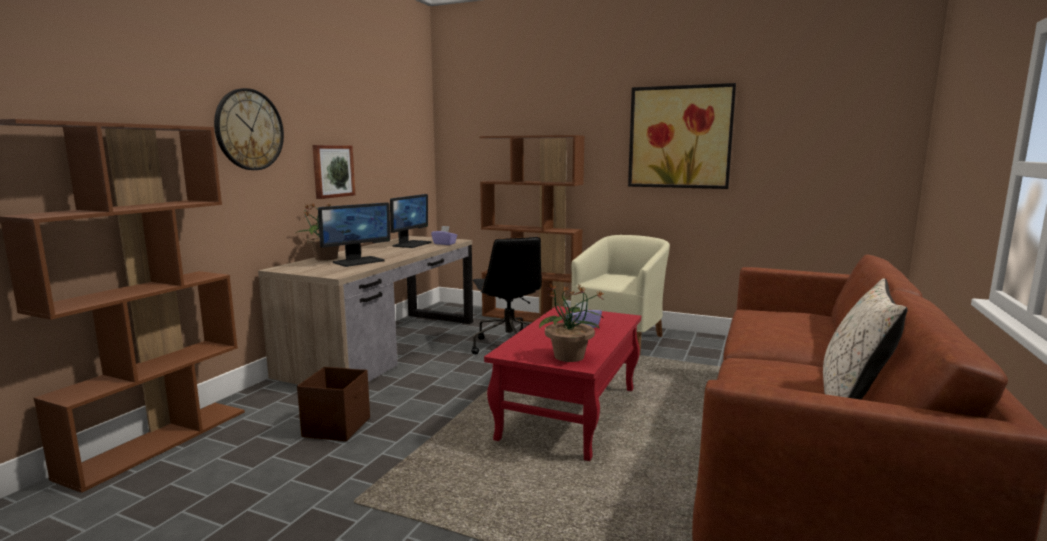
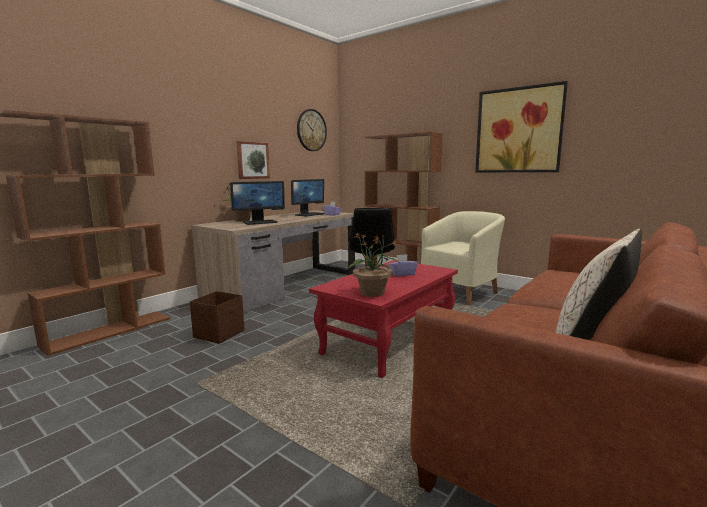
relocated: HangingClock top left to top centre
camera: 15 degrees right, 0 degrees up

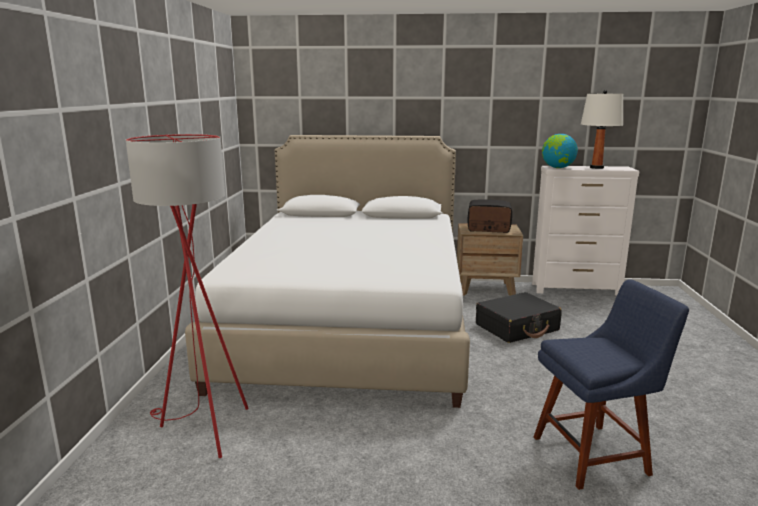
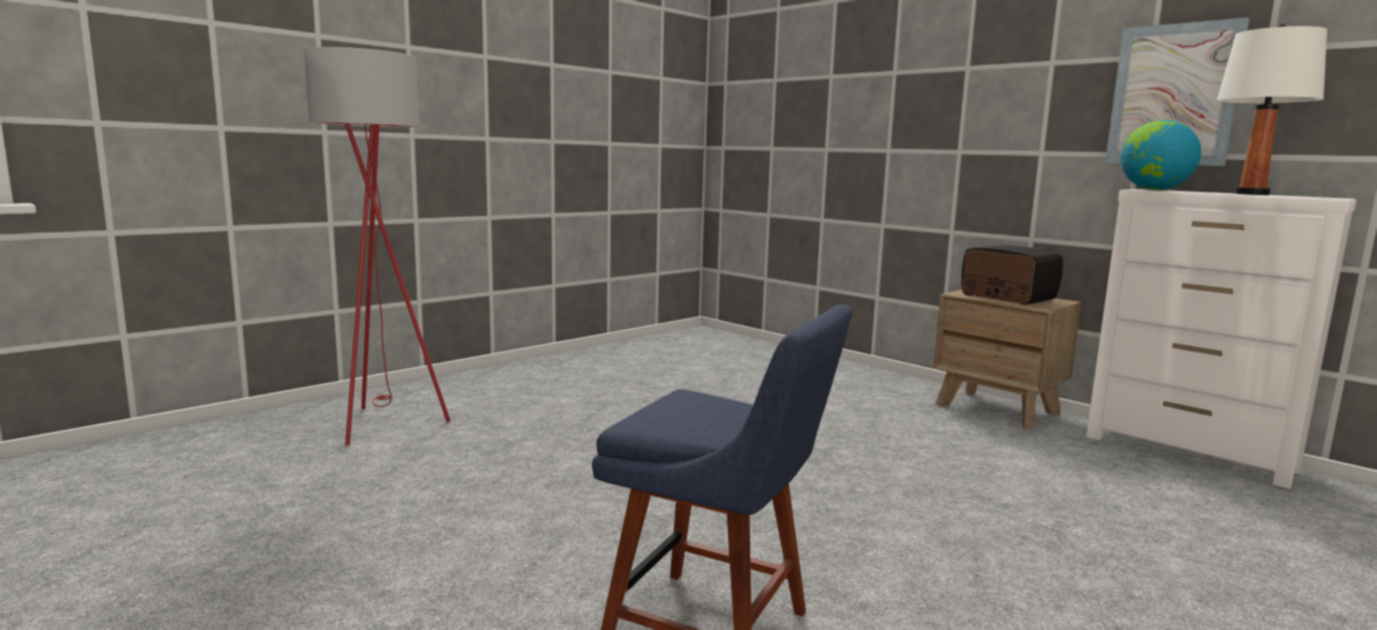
missing: WhitishBed centre; BlackColouredTravelCase middle right
appeared: WallPicture top right
camera: 40 degrees right, 5 degrees down

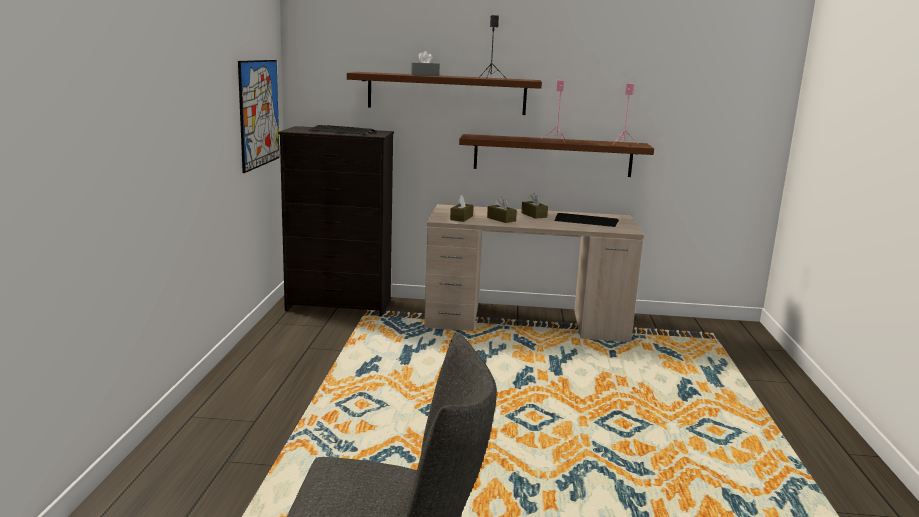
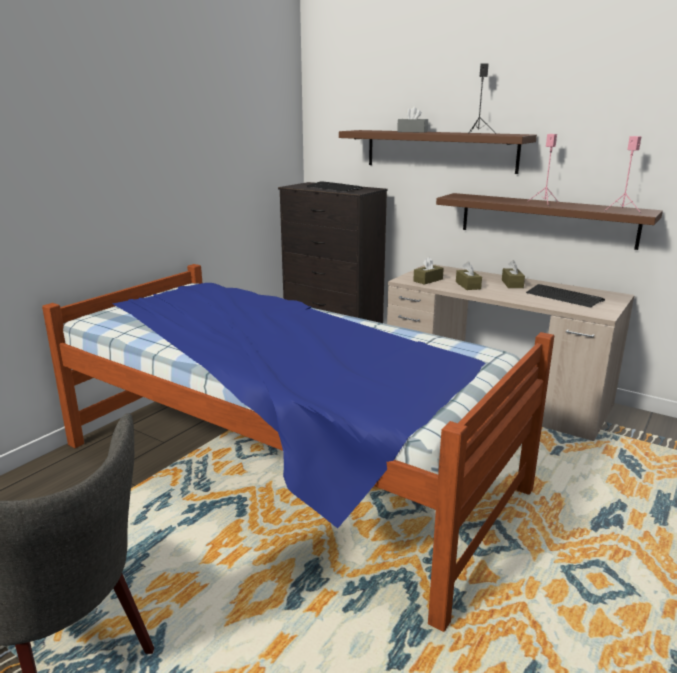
missing: WallPicture top left
appeared: Bed centre
camera: 30 degrees right, 5 degrees up

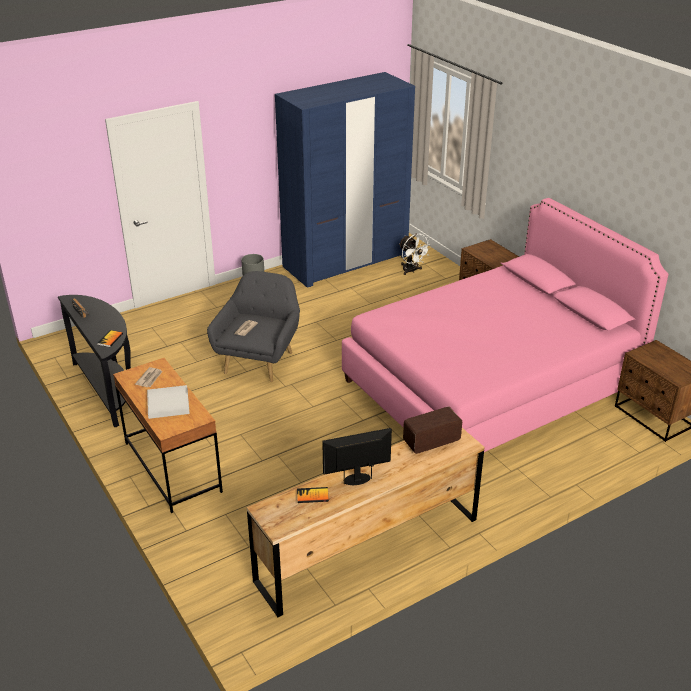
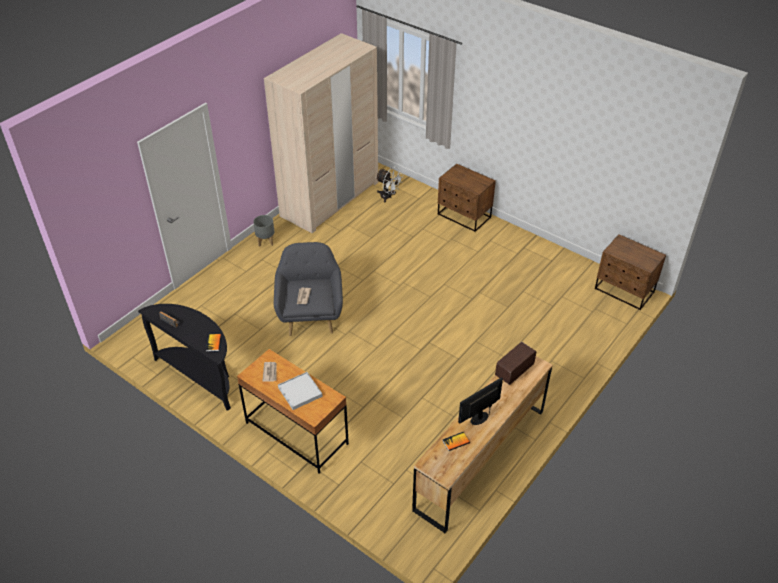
missing: PinkishBed middle right
colour: BlueColouredWardrobe top centre to SandColouredWardrobe top centre
camera: 20 degrees left, 10 degrees up

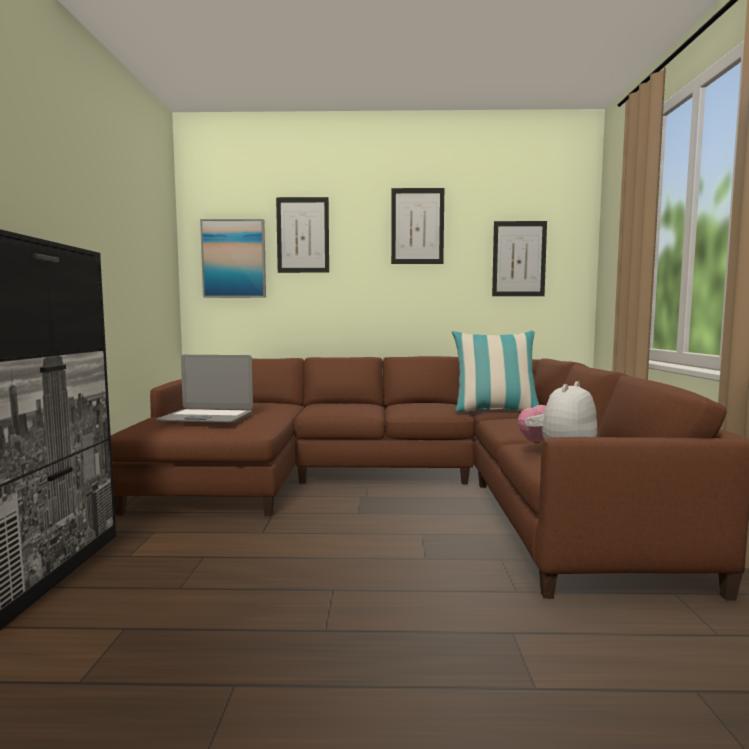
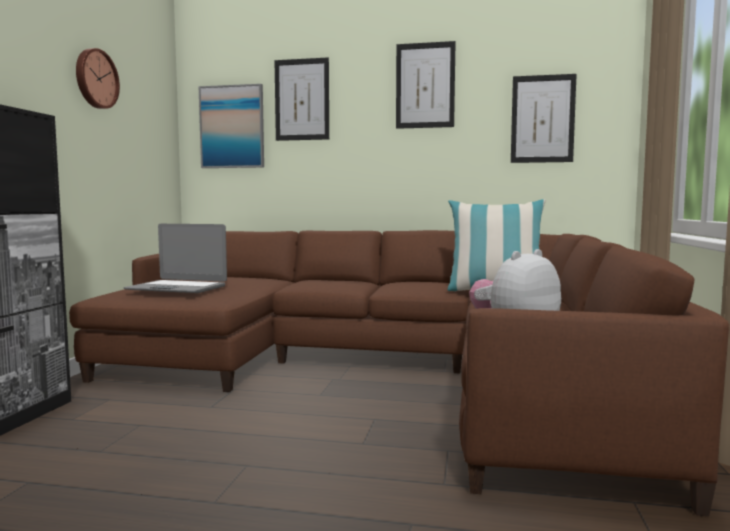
appeared: HangingClock top left
camera: 10 degrees right, 0 degrees up

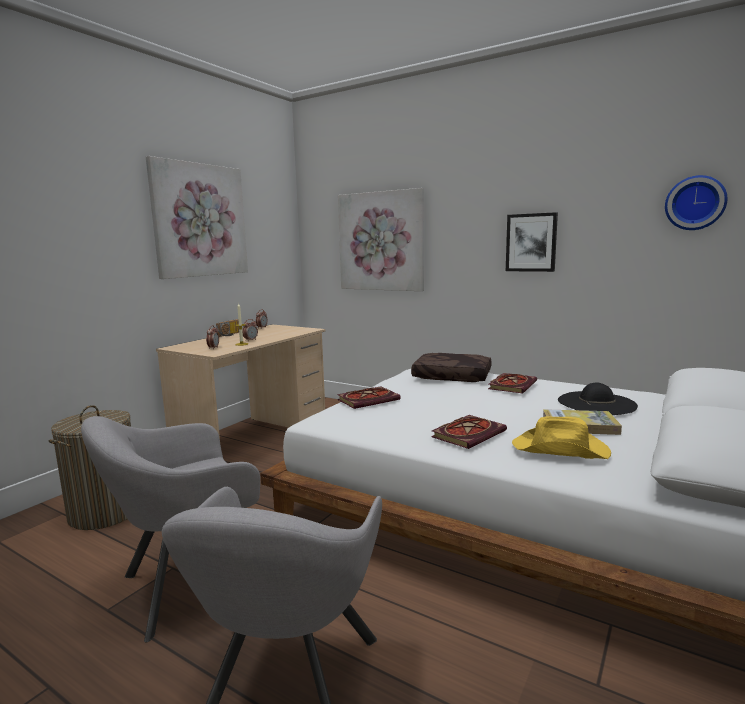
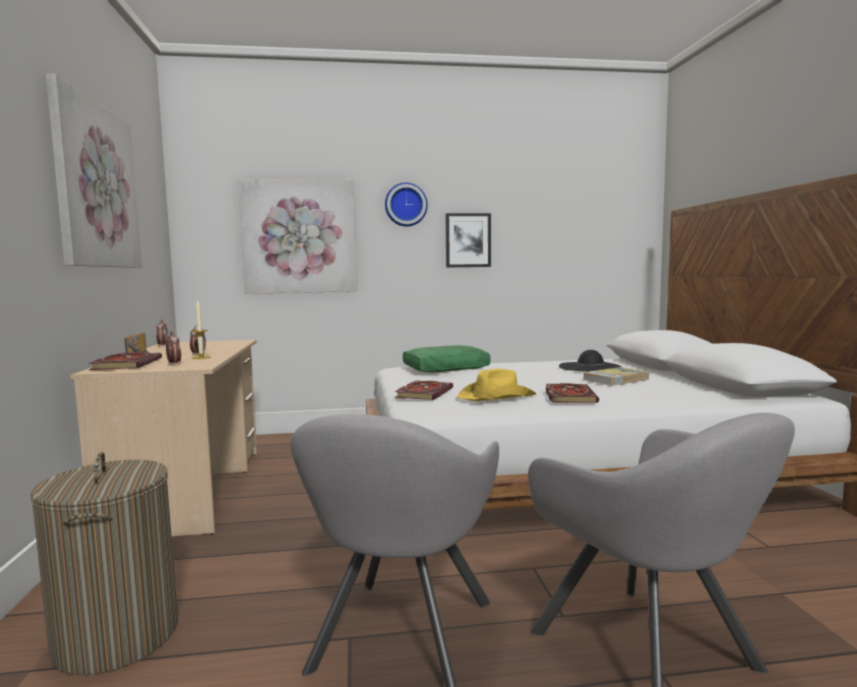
relocated: HangingClock top right to top centre; BoundBook (no. 3 from left in the first image) middle right to BoundBook (no. 1 from left) middle left; YellowishClothingHat middle right to centre
colour: BrownColouredPillow centre to GreenColouredPillow centre
camera: 40 degrees left, 5 degrees down

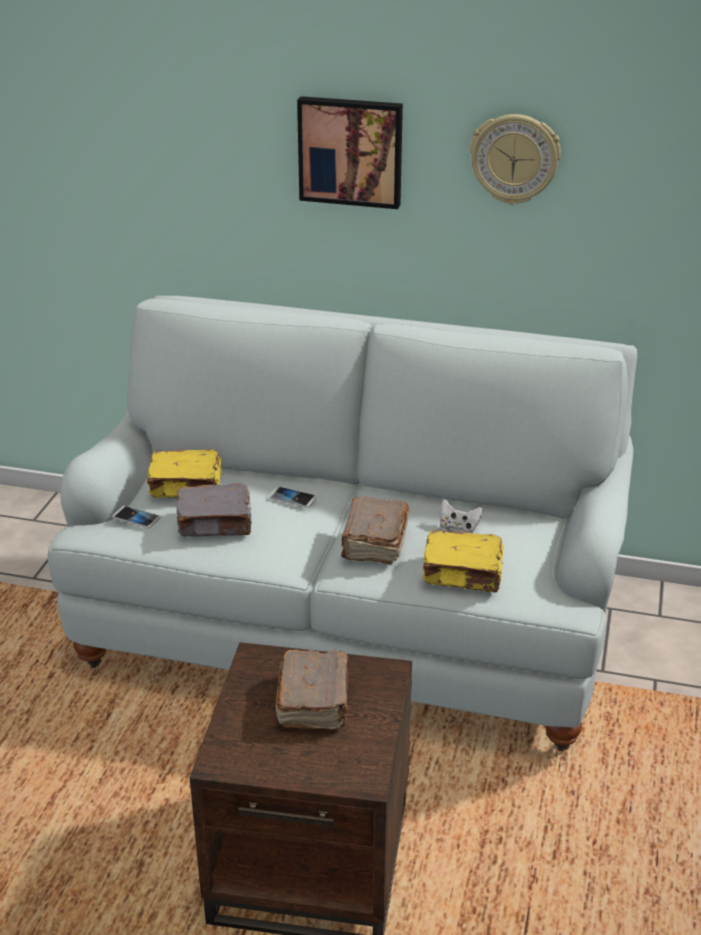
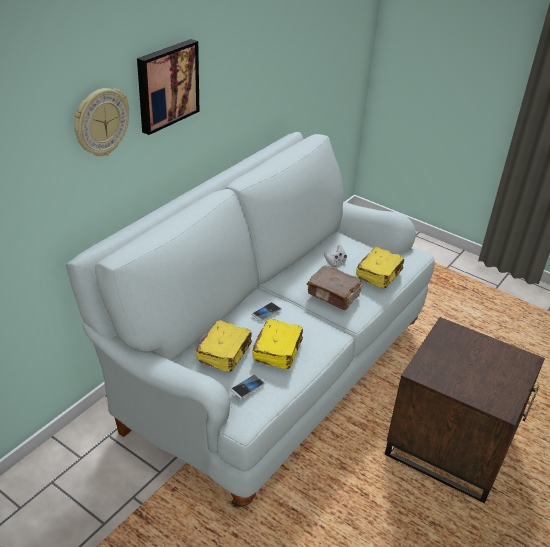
missing: BrownColouredBoundBook (no. 1 from left) bottom centre
relocated: HangingClock top right to top left
colour: GreyBoundBook middle left to YellowishBoundBook (no. 2 from left) centre
camera: 70 degrees left, 5 degrees up

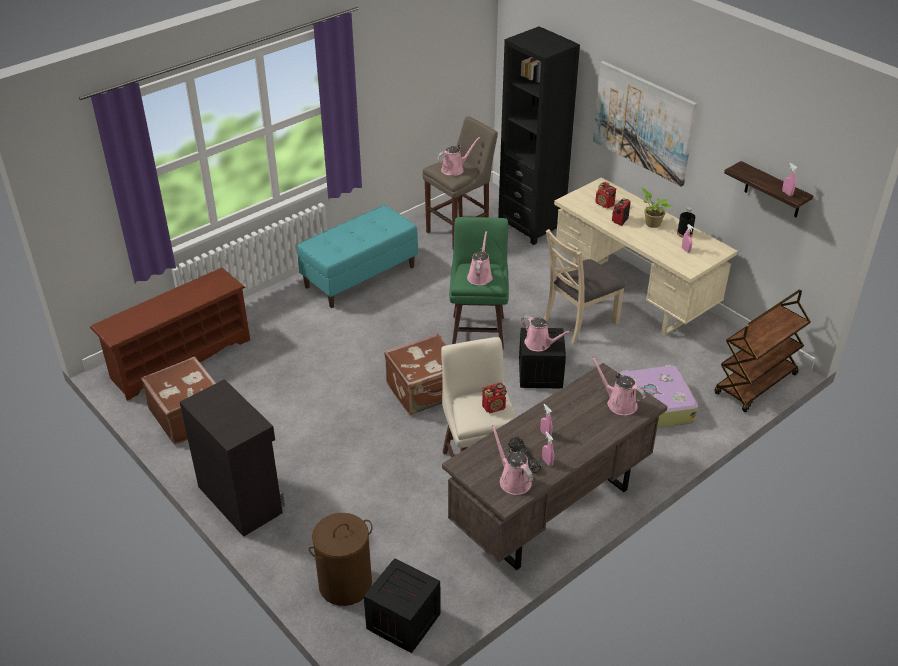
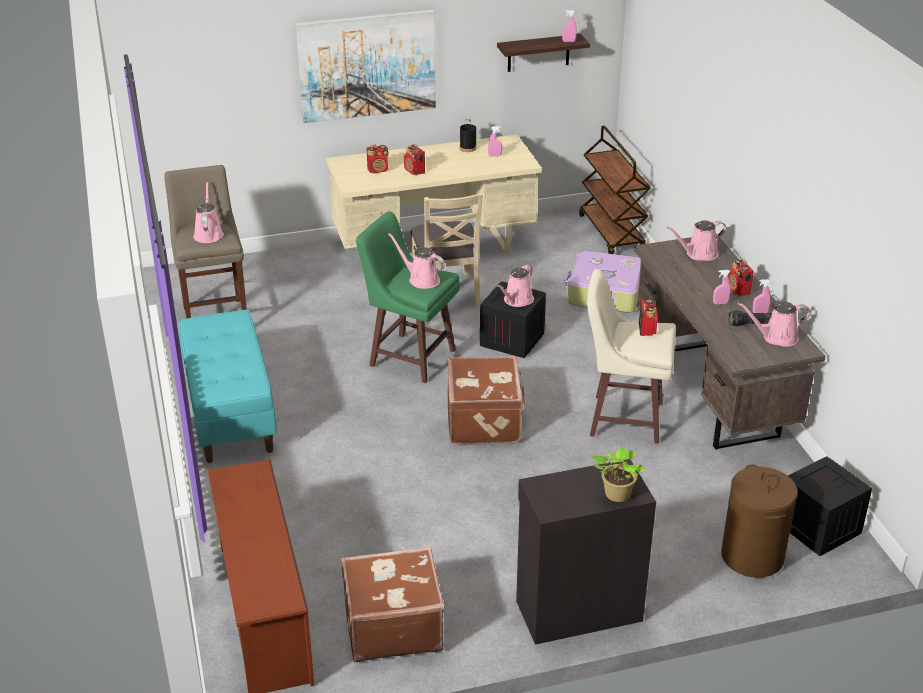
missing: BlackColouredBookcase top centre
appeared: RadioSet (no. 4 from left) middle right
relocated: Houseplant top right to bottom right
spun: PinkishWateringPot (no. 4 from left in the first image) centre = centre 150 degrees clockwise
camera: 65 degrees left, 5 degrees down

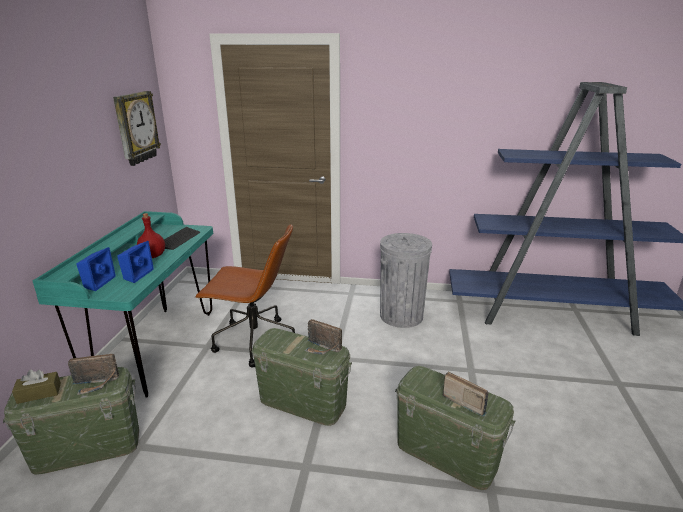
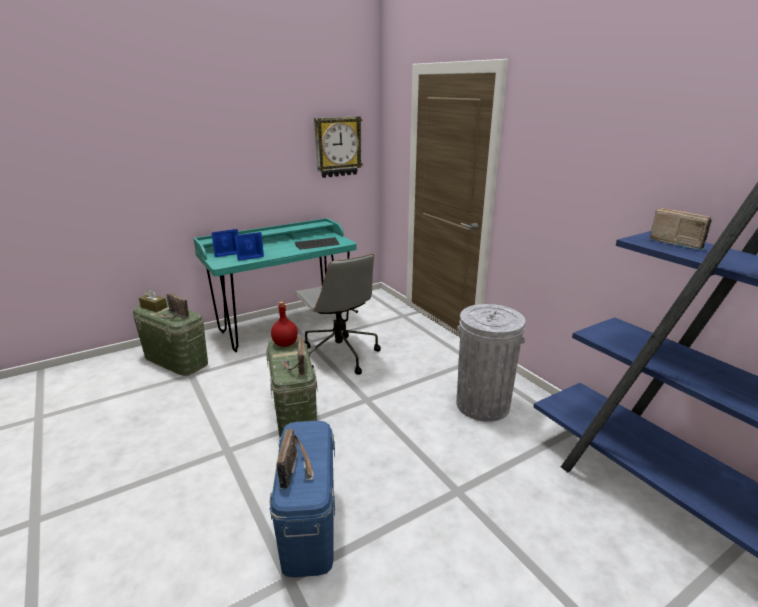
appeared: RadioSet (no. 4 from left) middle right
relocated: RedDrinkBottle middle left to centre
colour: BrownColouredOfficeChair centre to GreyOfficeChair centre; GreenColouredStorageBox (no. 3 from left) bottom centre to BlueColouredStorageBox bottom centre
camera: 50 degrees right, 0 degrees up

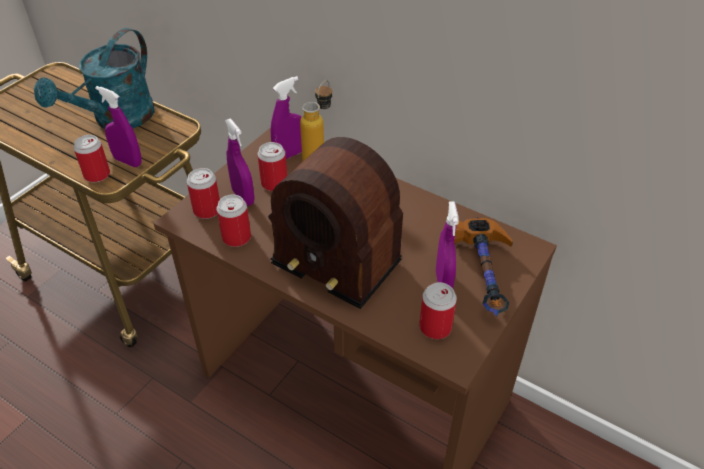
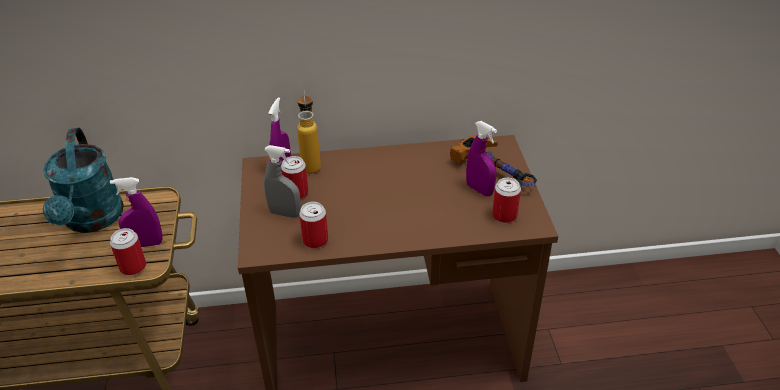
missing: RadioSet centre; SealedCan (no. 2 from left) middle left
colour: PurpleColouredSprayer (no. 2 from left) centre to GreySprayer centre
camera: 40 degrees left, 5 degrees down

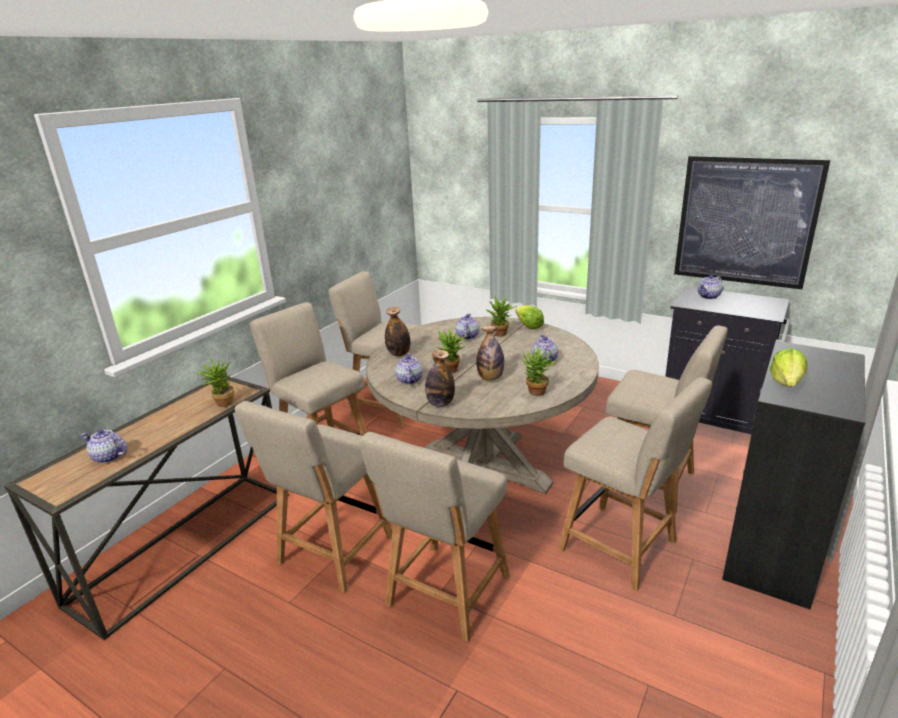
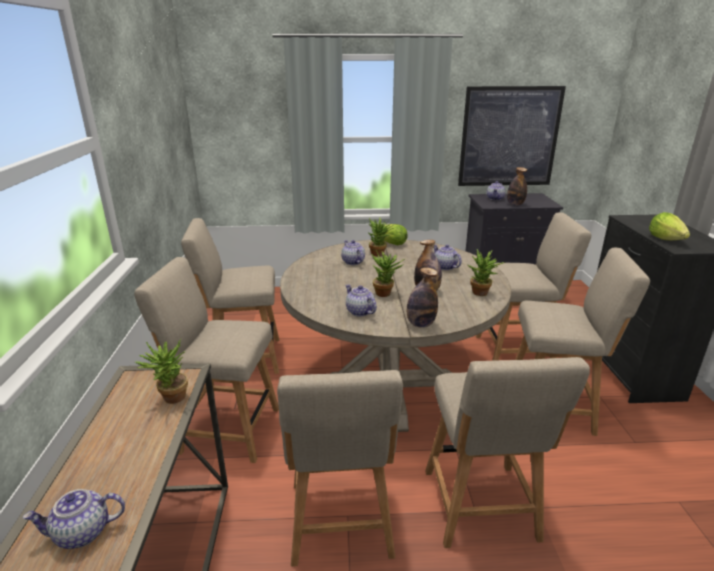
relocated: DrinkBottle (no. 1 from left in the first image) centre to DrinkBottle (no. 3 from left) top right
camera: 35 degrees left, 0 degrees up

